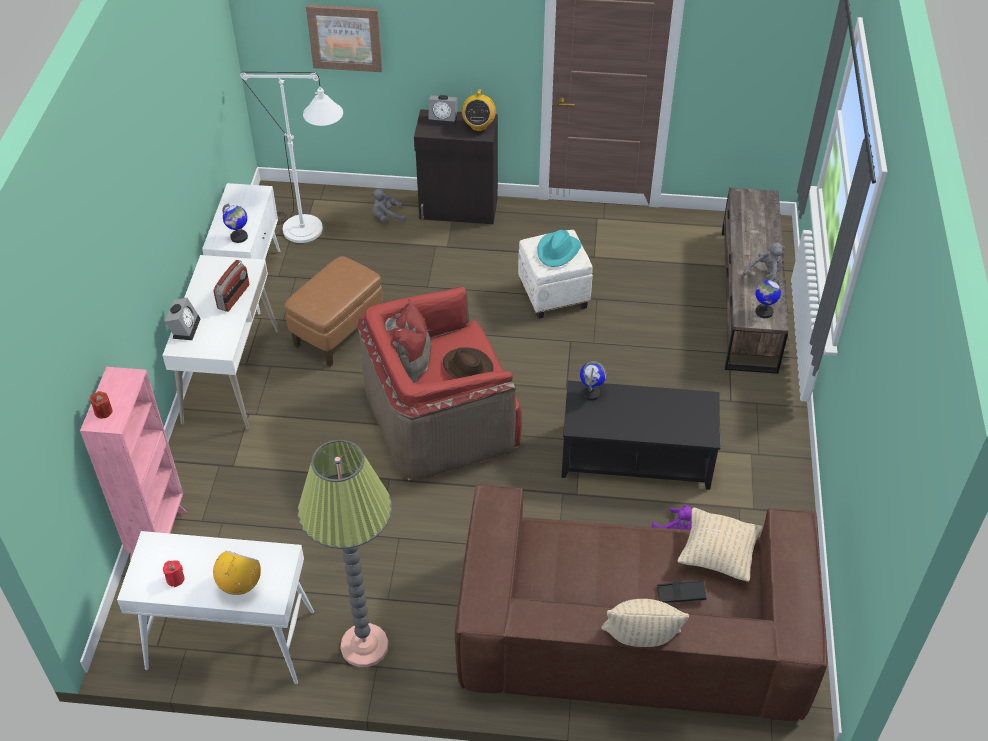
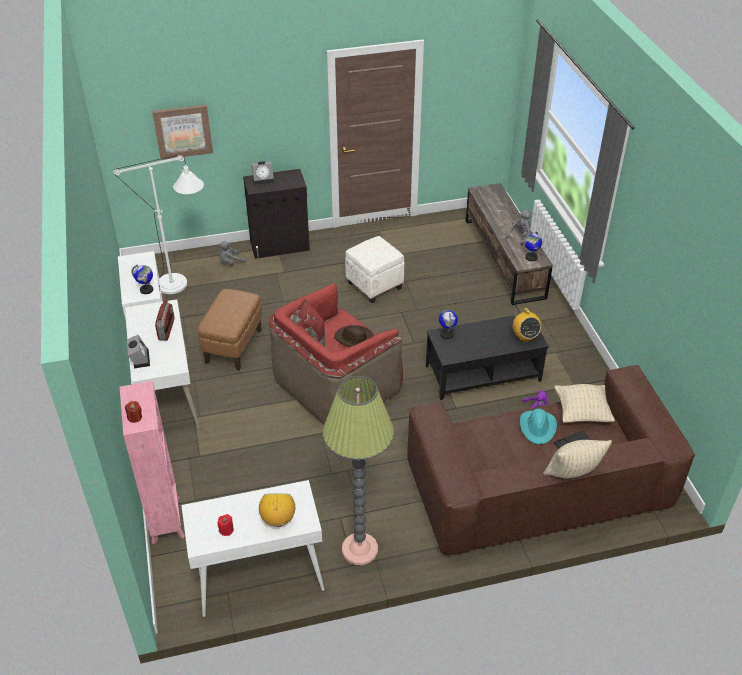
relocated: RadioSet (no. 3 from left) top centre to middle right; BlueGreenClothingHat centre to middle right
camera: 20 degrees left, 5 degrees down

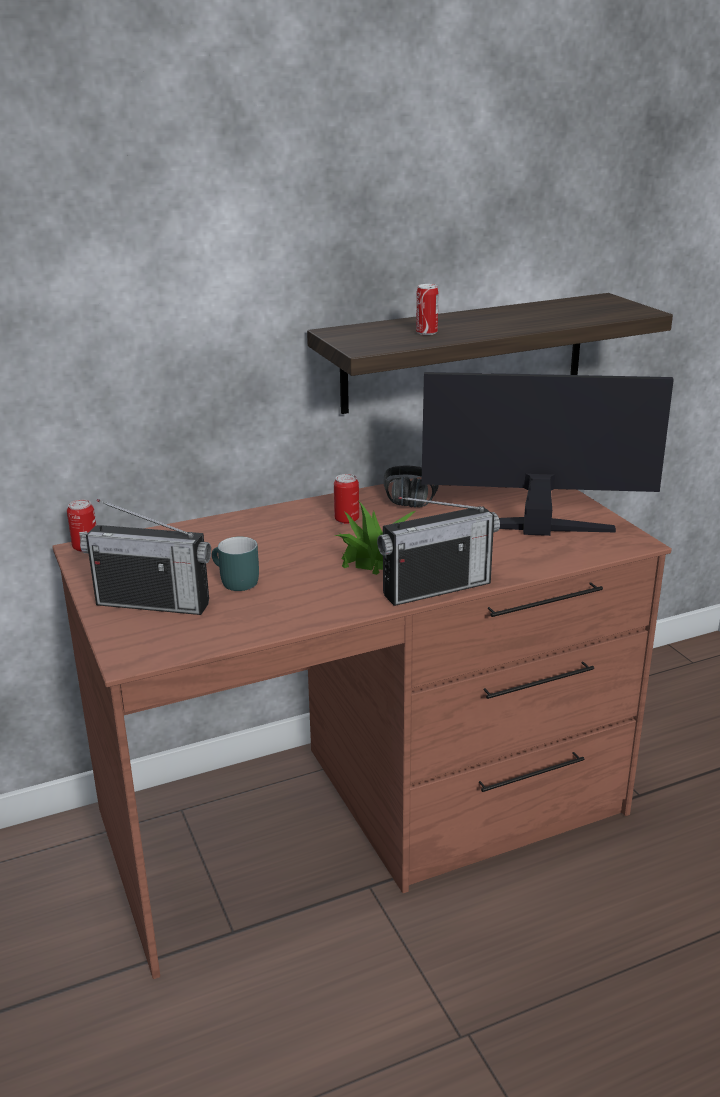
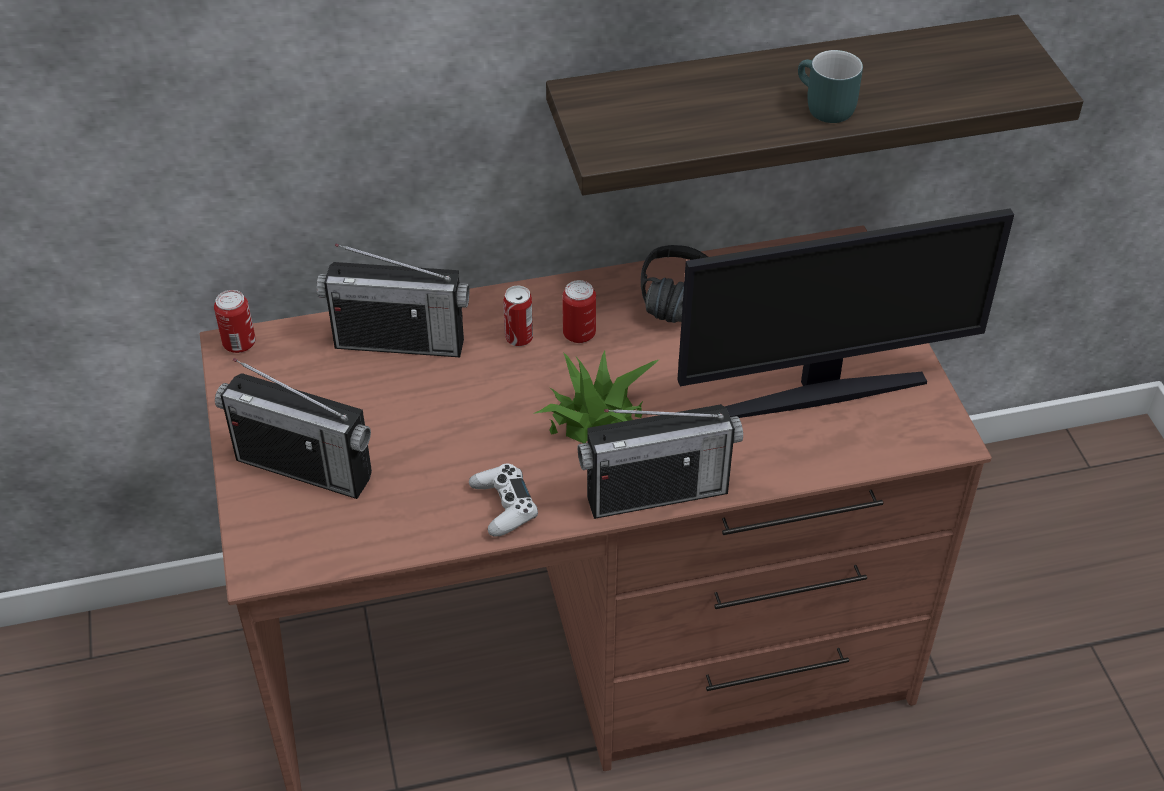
appeared: RadioSet (no. 2 from left) centre; WhitishJoypad centre
relocated: SealedCan (no. 3 from left in the first image) top centre to SealedCan (no. 2 from left) centre; BlueGreenCoffeeMug middle left to top right
spun: ComputerScreen middle right = middle right 150 degrees clockwise
camera: 10 degrees right, 20 degrees up

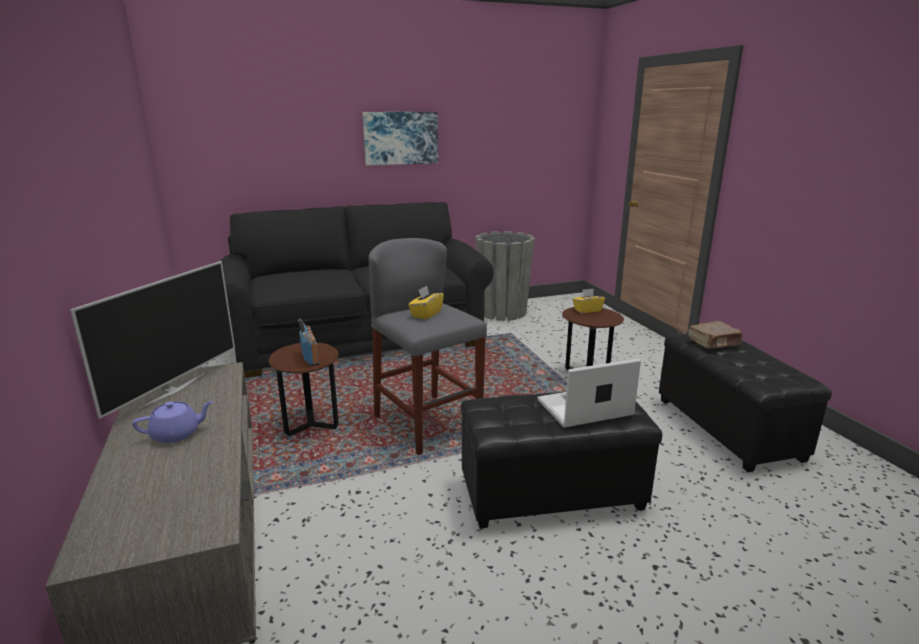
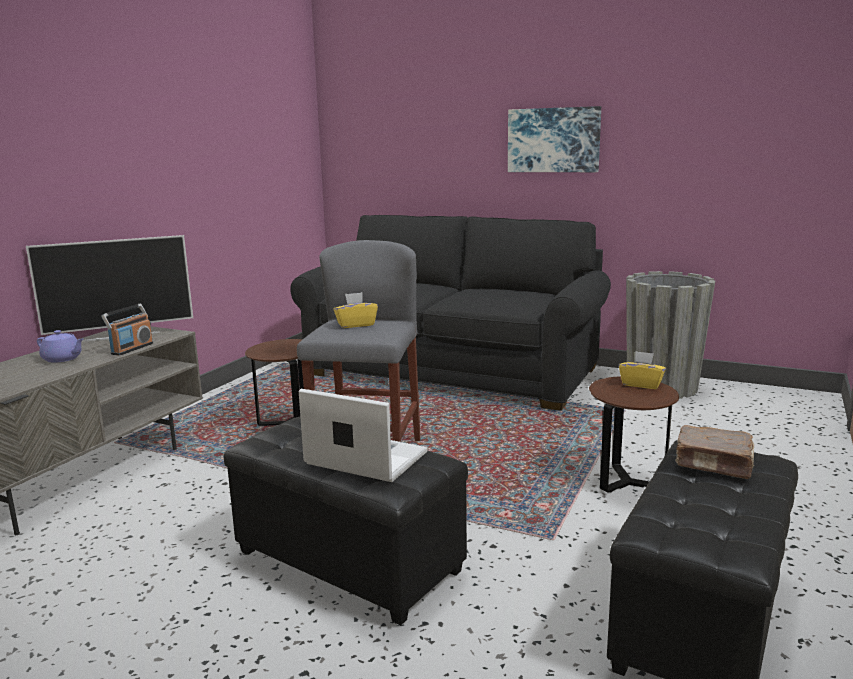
relocated: RadioSet centre to middle left
camera: 45 degrees right, 5 degrees down

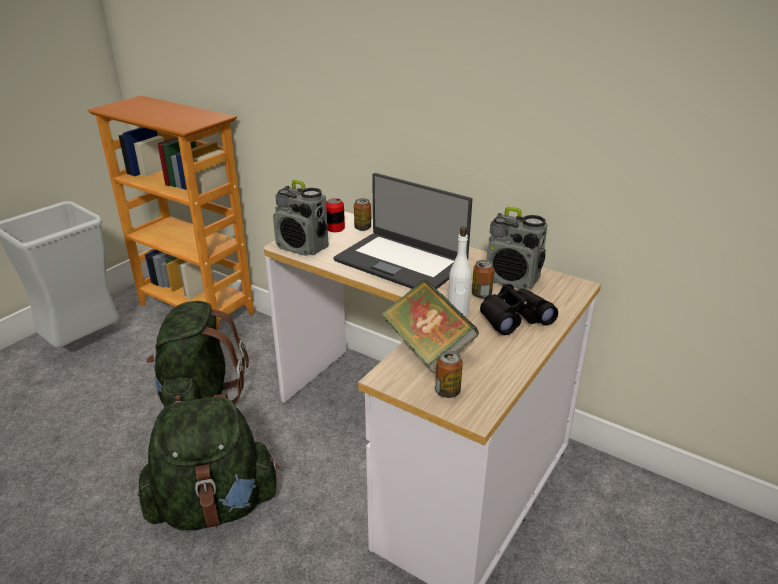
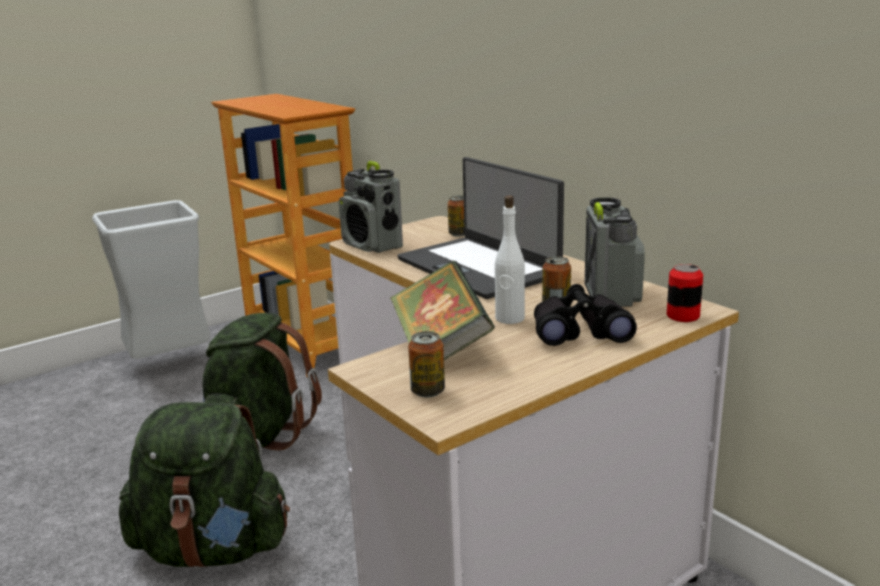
relocated: SealedCan (no. 1 from left in the first image) centre to SealedCan (no. 4 from left) middle right
spun: RadioSet (no. 2 from left) centre = middle right 135 degrees counterclockwise
camera: 20 degrees right, 10 degrees down

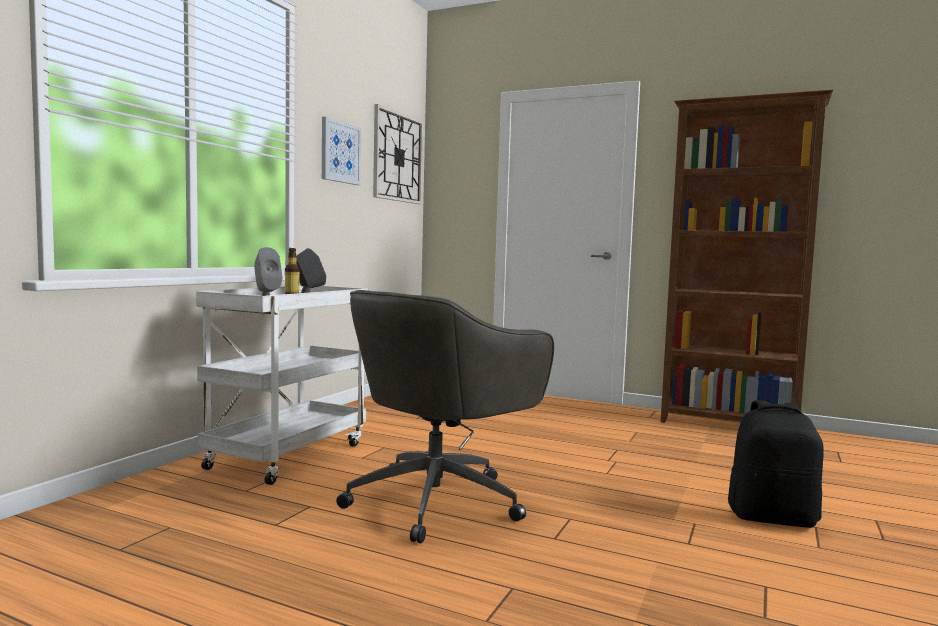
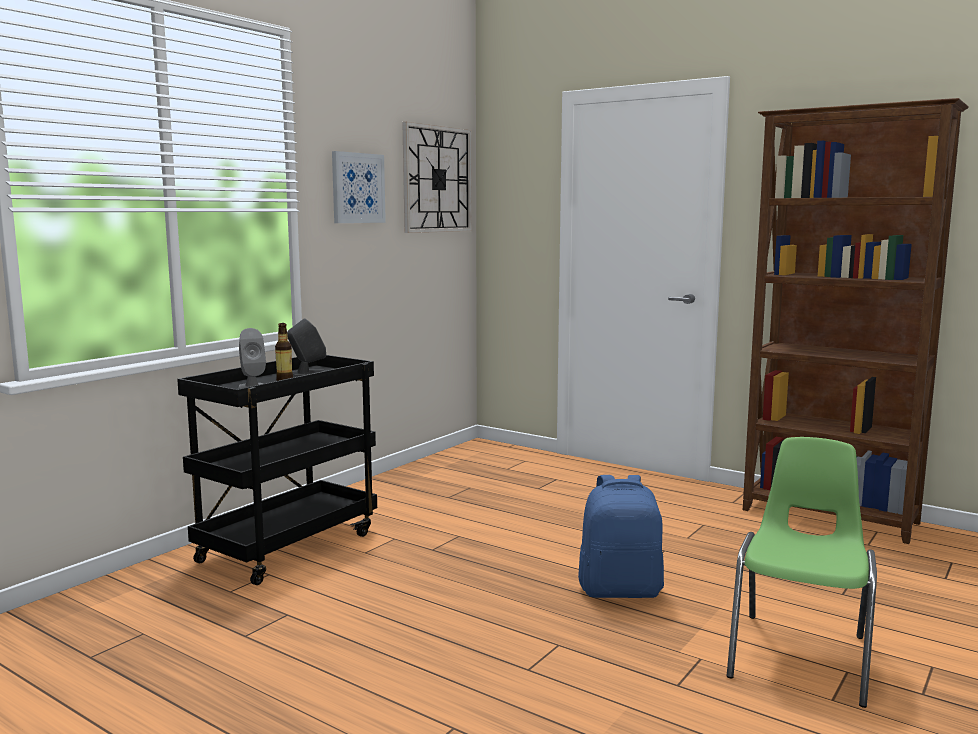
missing: GreyOfficeChair centre
appeared: BlueColouredBackpack bottom centre
exchanged: BlackColouredBackpack bottom right to GreenColouredPlainChair bottom right
colour: WhitishTrolley middle left to BlackColouredTrolley middle left
camera: 10 degrees right, 5 degrees up

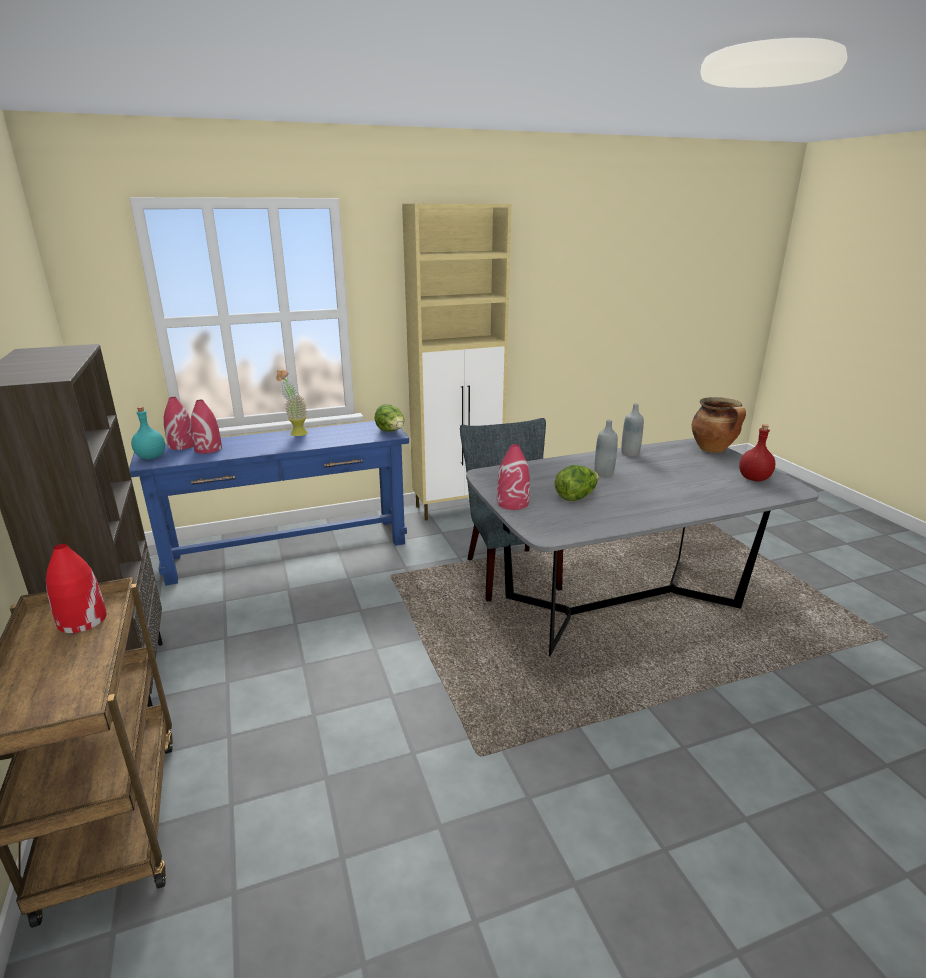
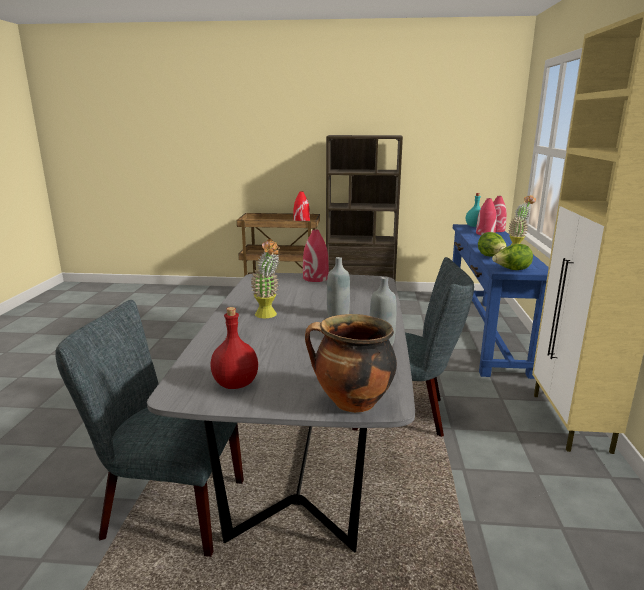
appeared: Houseplant (no. 1 from left) centre; GreyPlainChair (no. 1 from left) bottom left
relocated: Lettuce (no. 2 from left in the first image) centre to Lettuce (no. 1 from left) middle right
camera: 115 degrees right, 5 degrees down

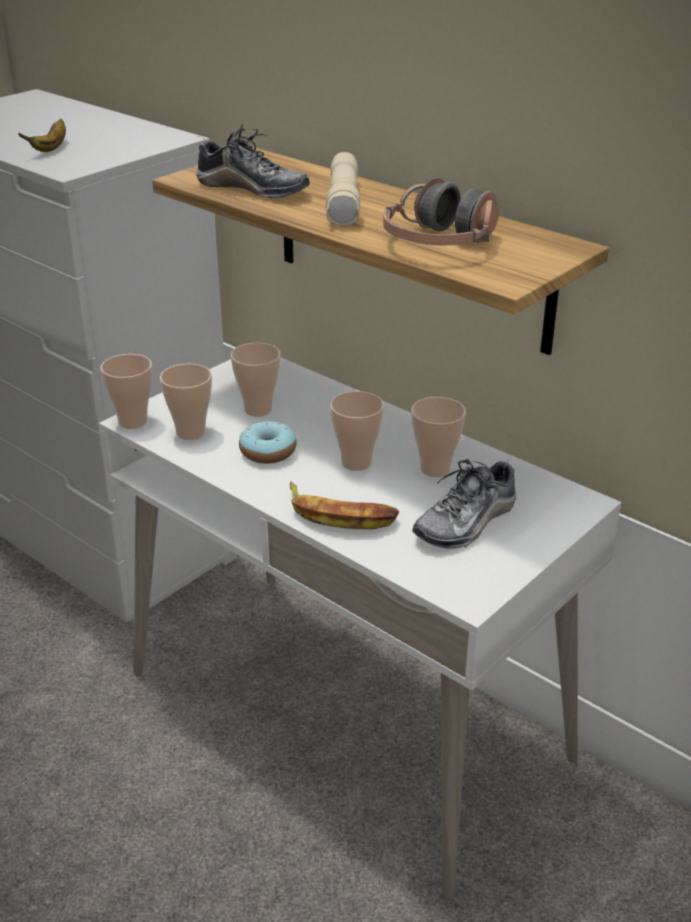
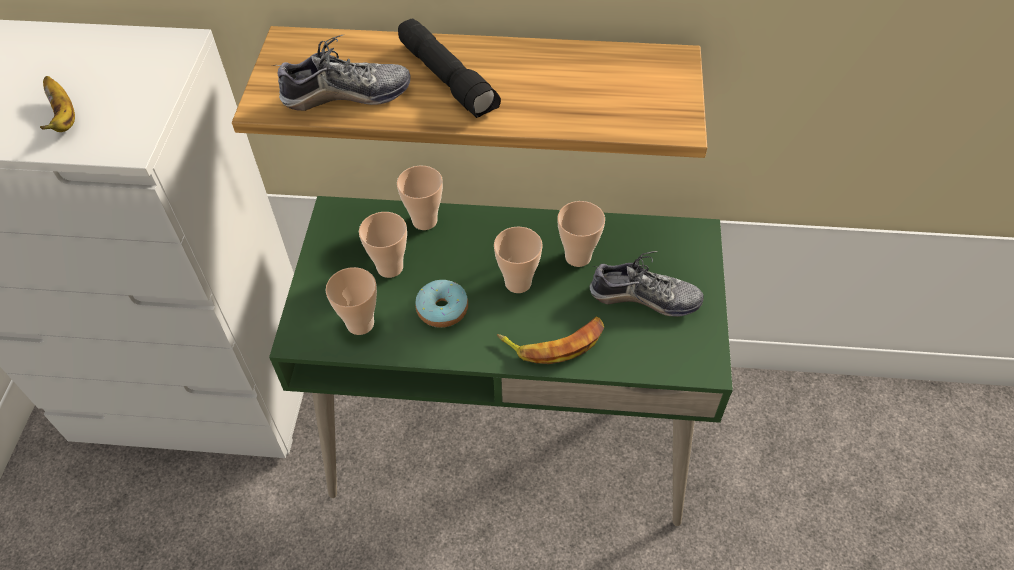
missing: Headphones top centre
relocated: DrinkingCup (no. 1 from left in the first image) middle left to DrinkingCup (no. 3 from left) centre
colour: SandColouredTorch top centre to BlackColouredTorch top centre; WhitishDeskTable bottom centre to GreenColouredDeskTable centre
spun: ItemOfFootwear (no. 2 from left) middle right = centre 90 degrees counterclockwise
camera: 35 degrees left, 20 degrees up

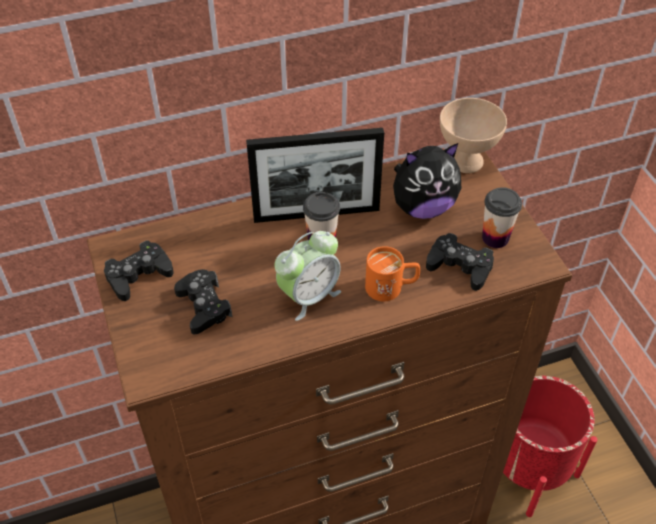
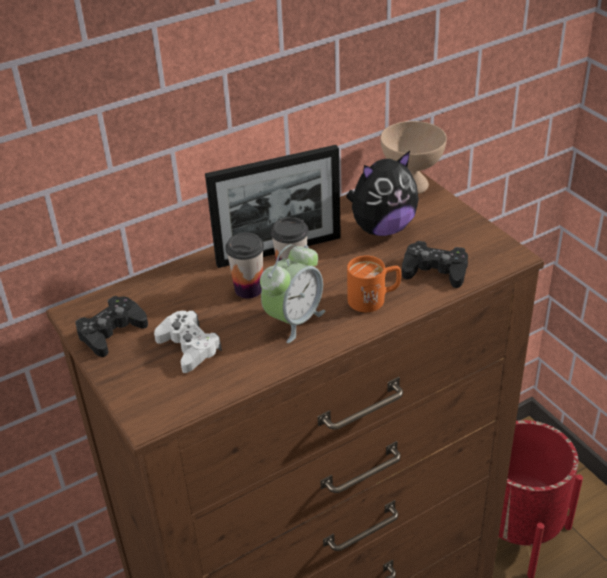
relocated: DrinkingCup (no. 2 from left in the first image) middle right to DrinkingCup (no. 1 from left) centre
colour: BlackColouredJoypad (no. 2 from left) middle left to WhitishJoypad middle left
camera: 10 degrees left, 10 degrees down

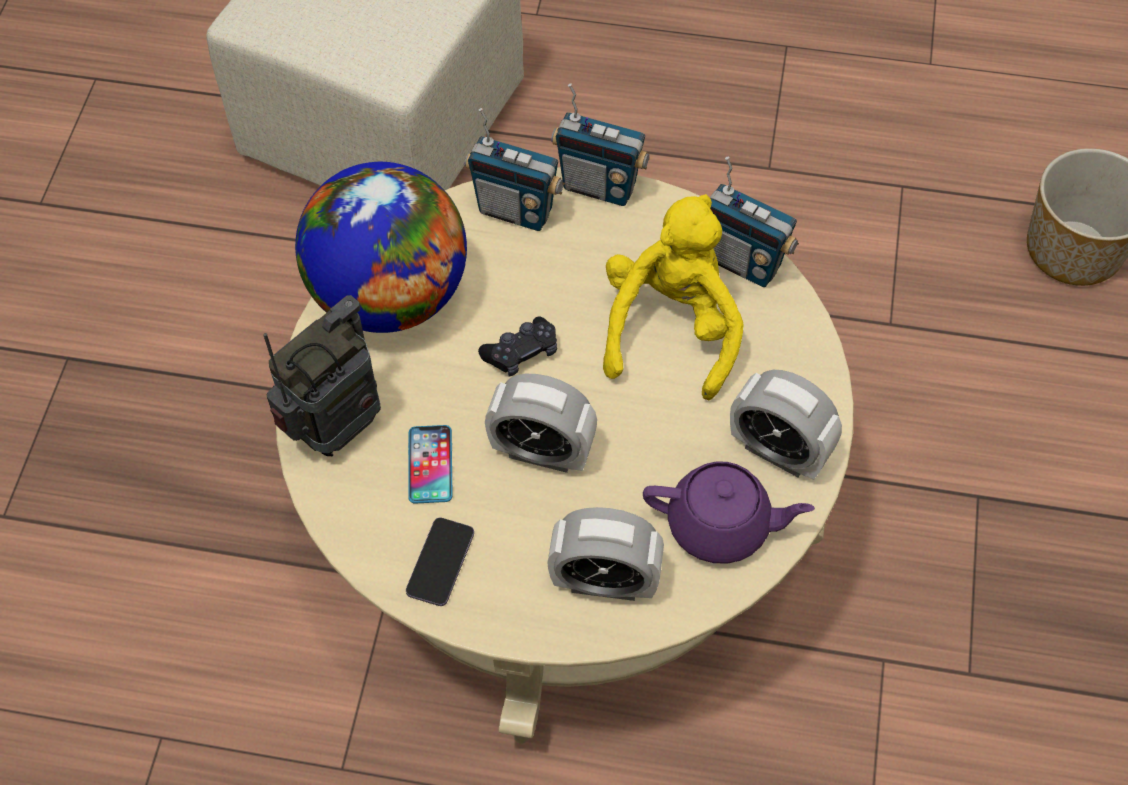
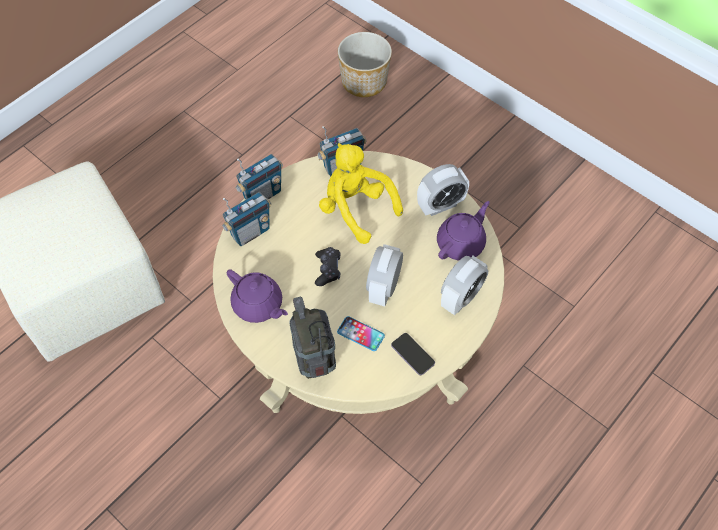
exchanged: Globe top centre to PurpleColouredTeaPot (no. 1 from left) centre
spun: AlarmClock (no. 1 from left) centre = centre 150 degrees clockwise
camera: 60 degrees left, 0 degrees up

